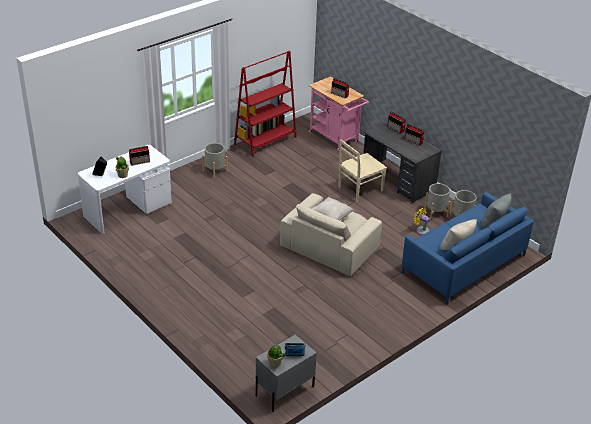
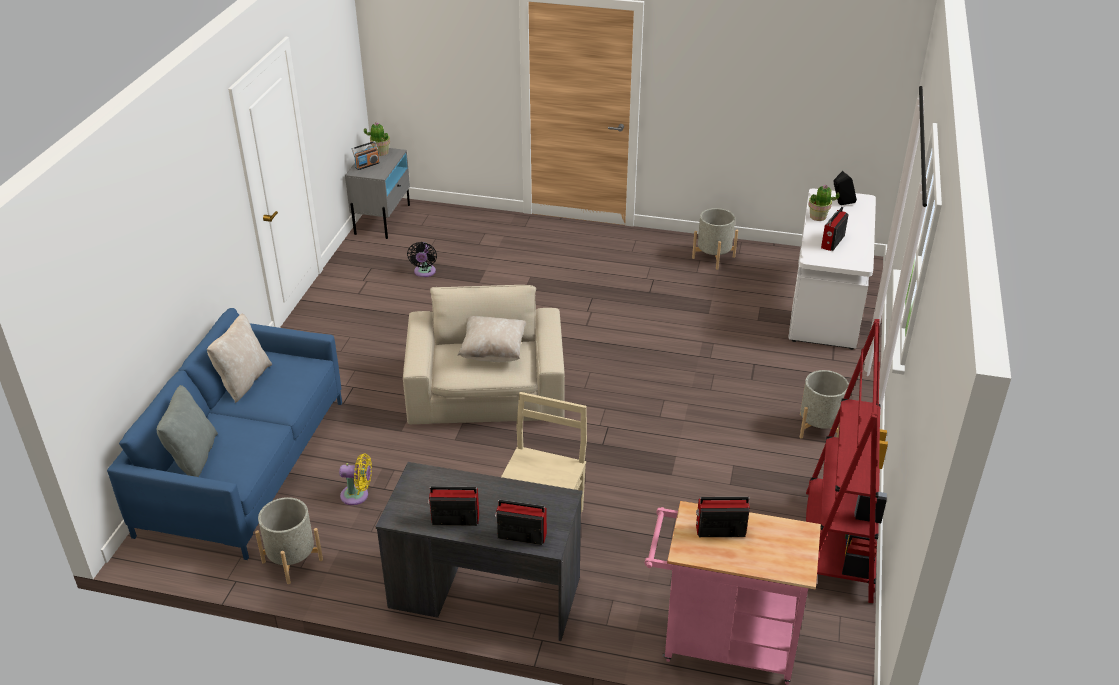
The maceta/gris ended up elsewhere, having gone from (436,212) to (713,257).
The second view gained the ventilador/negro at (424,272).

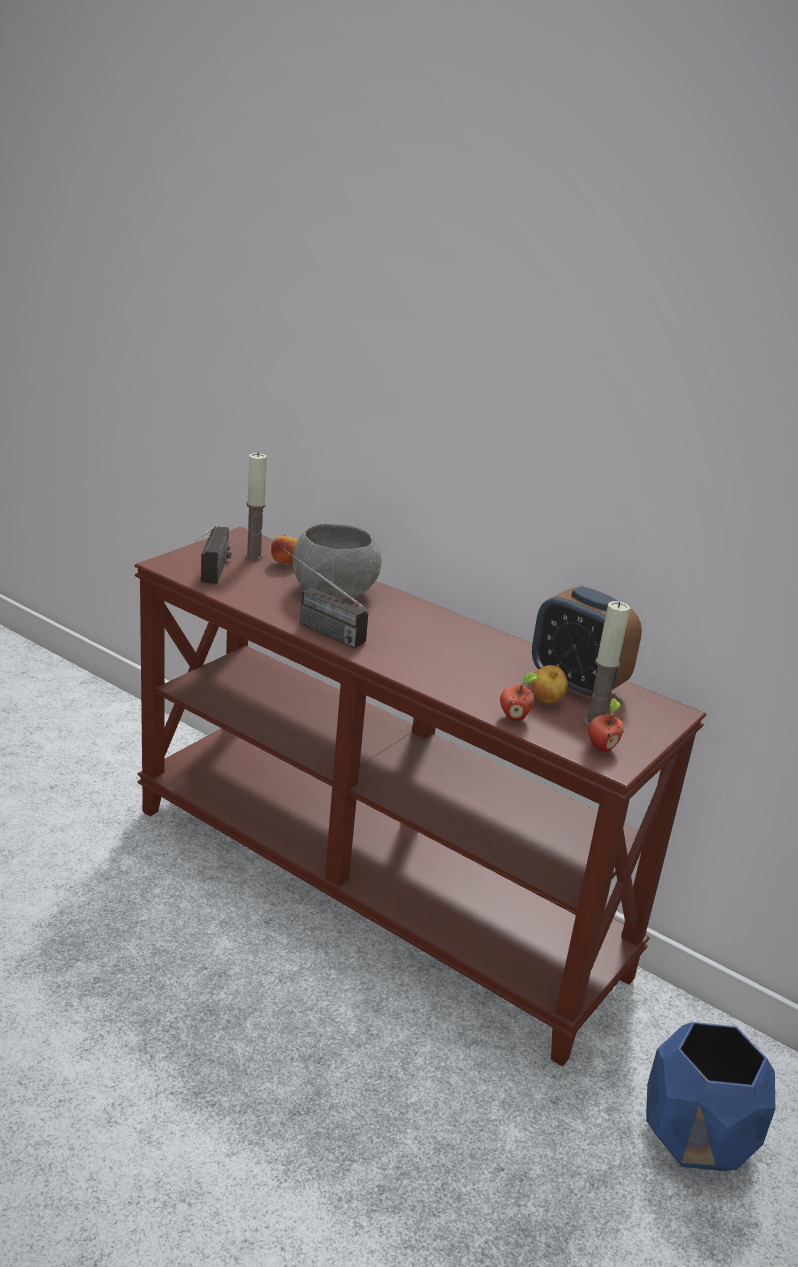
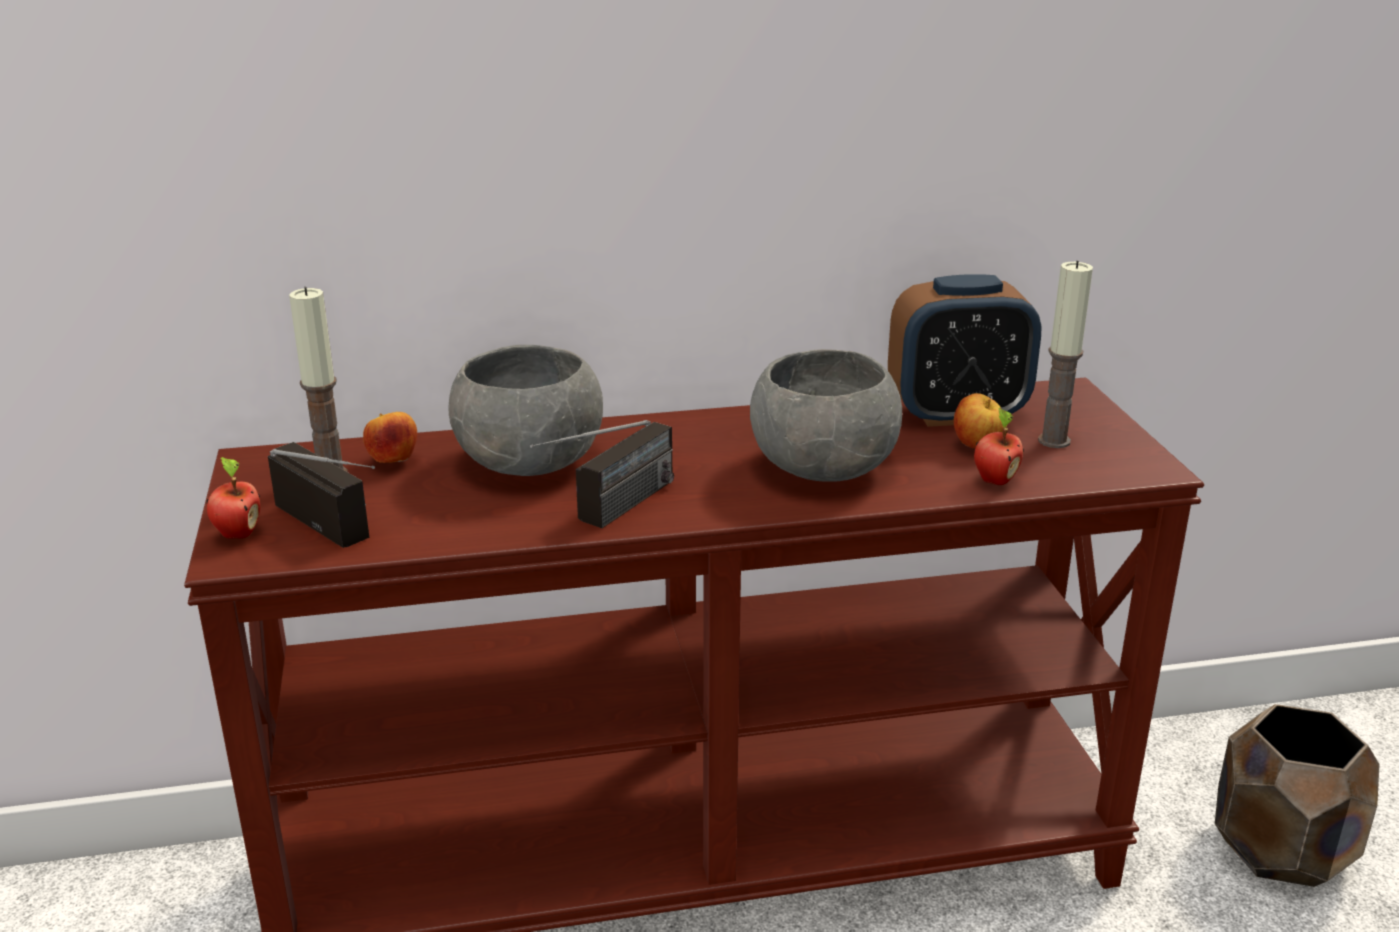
The radio at (316,627) ended up facing another way, 45 degrees counterclockwise from before.
The manzana ended up elsewhere, having gone from (601,747) to (237,533).
What was the maceta/azul at (698,1138) turned into the maceta/marrón at (1282,850).
The second view gained the cuenco/gris at (824,466).

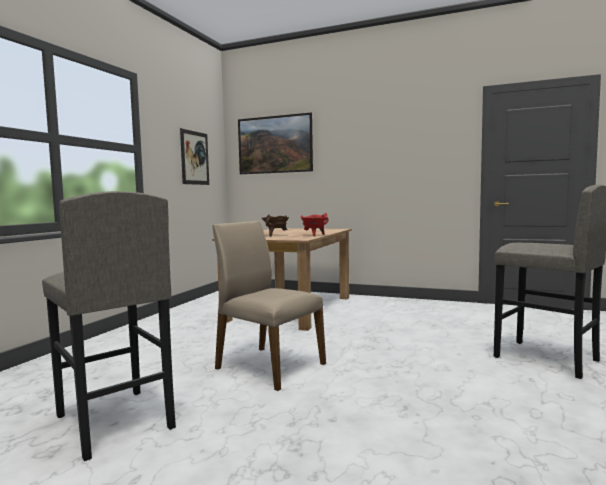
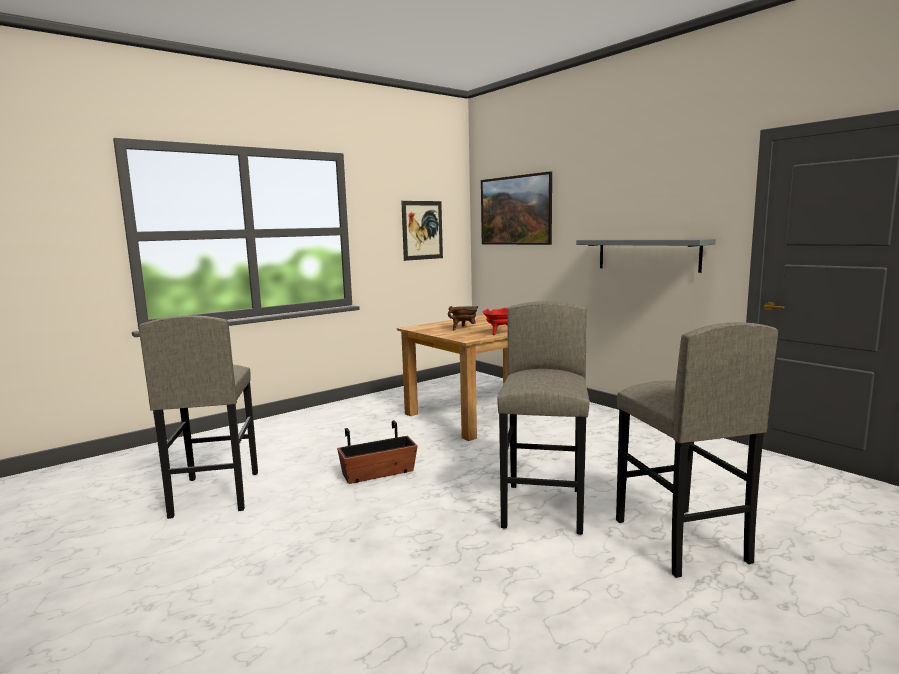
Where the silla/beis stood at (268,366), the maceta came to stand at (378,473).
The second view gained the estante/gris at (647,254).
The second view gained the taburete/gris at (544,508).

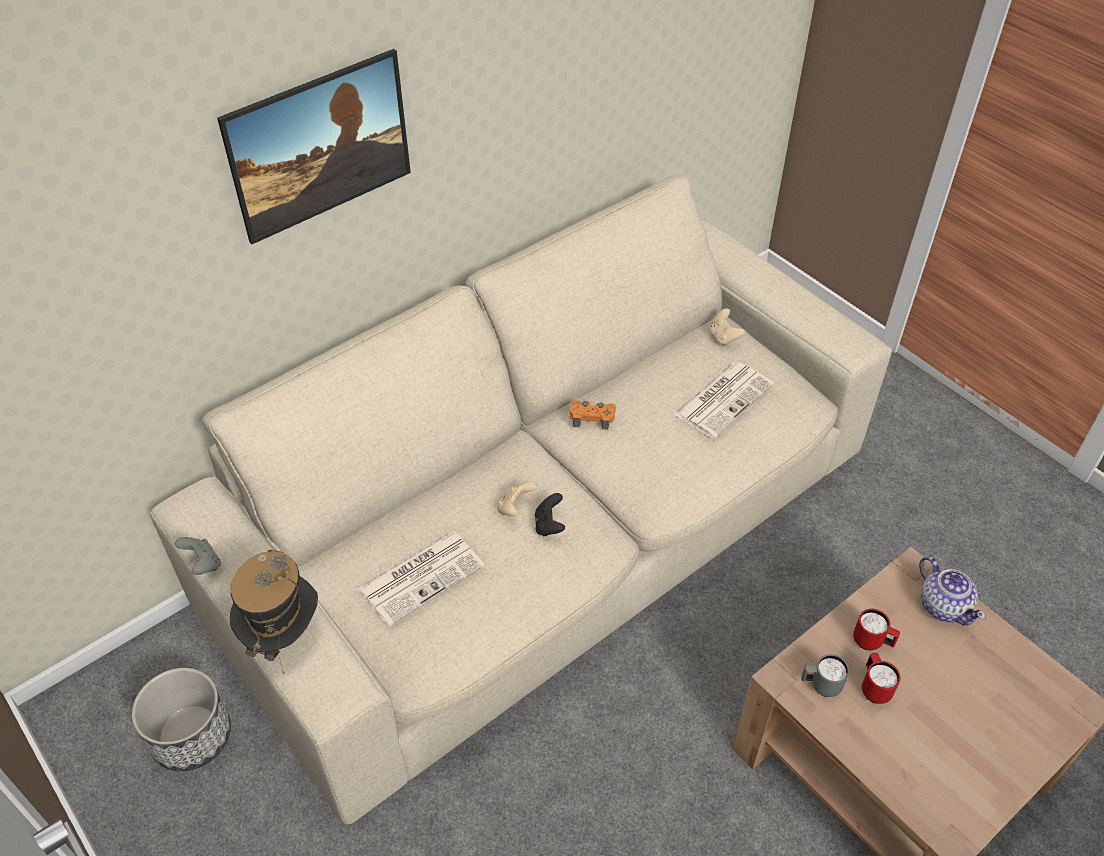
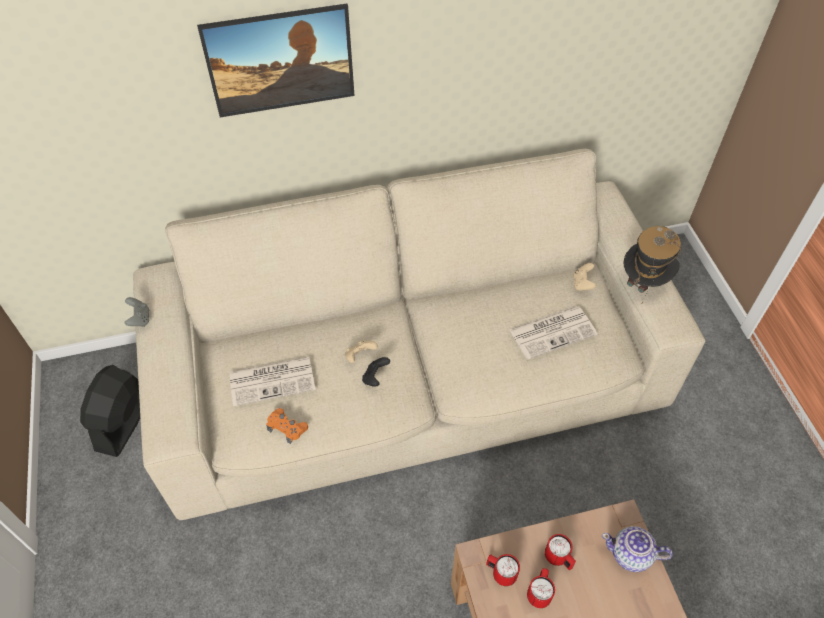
The mando de consola/naranja ended up elsewhere, having gone from (592,417) to (287,428).
The sombrero ended up elsewhere, having gone from (283,636) to (643,283).
The tetera at (943,605) ended up facing another way, 105 degrees clockwise from before.
What was the taza grande/gris at (820,685) turned into the taza grande/rojo at (500,573).
Where the maceta stood at (192,736), the ventilador/negro came to stand at (123,422).

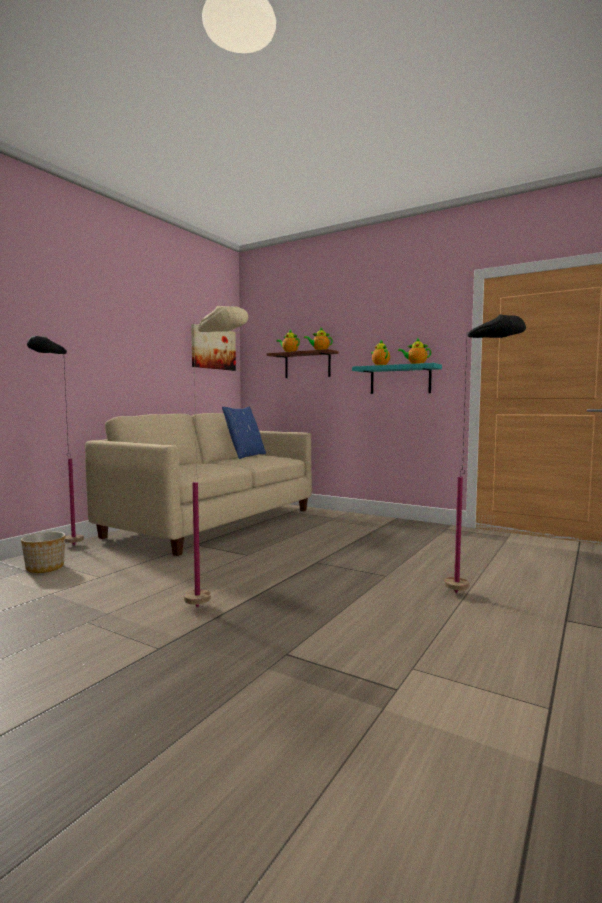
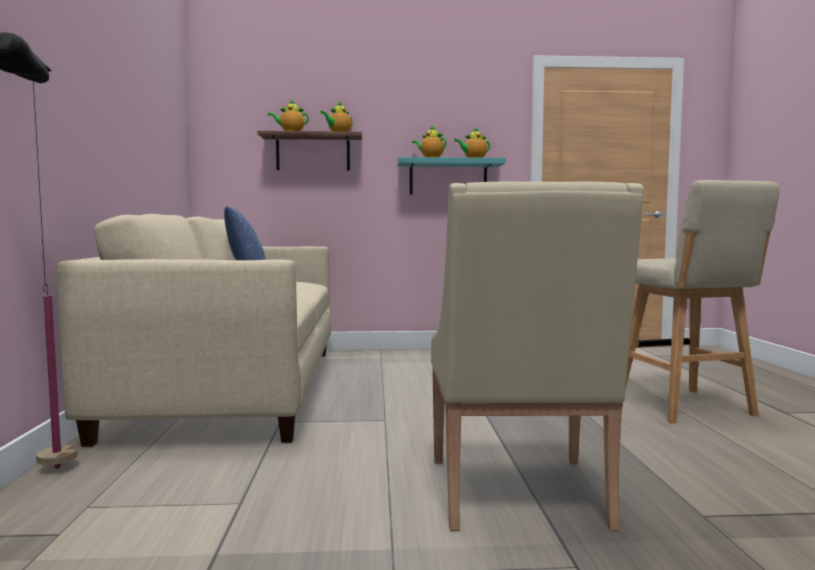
Where the lámpara de pie/beis stood at (217,610), the sillón/beis came to stand at (519,494).
Where the lámpara de pie/negro stood at (478,594), the taburete/beis came to stand at (686,407).
The second view lost the cuadro at (213,348).
The second view lost the maceta at (45,568).

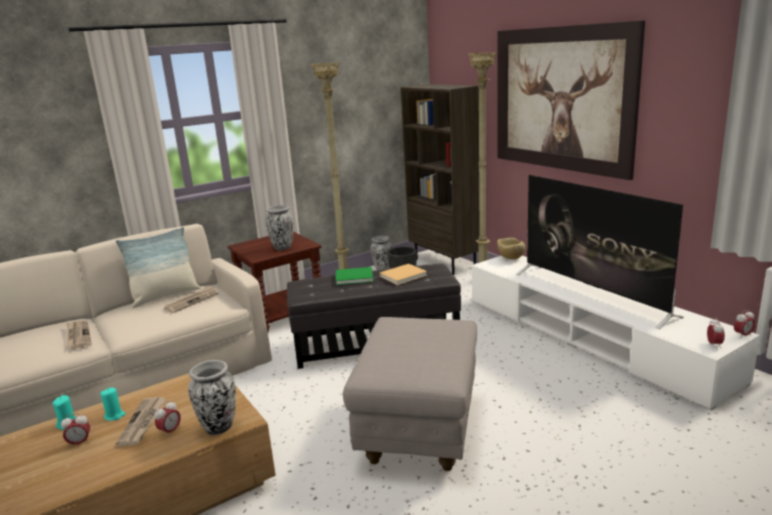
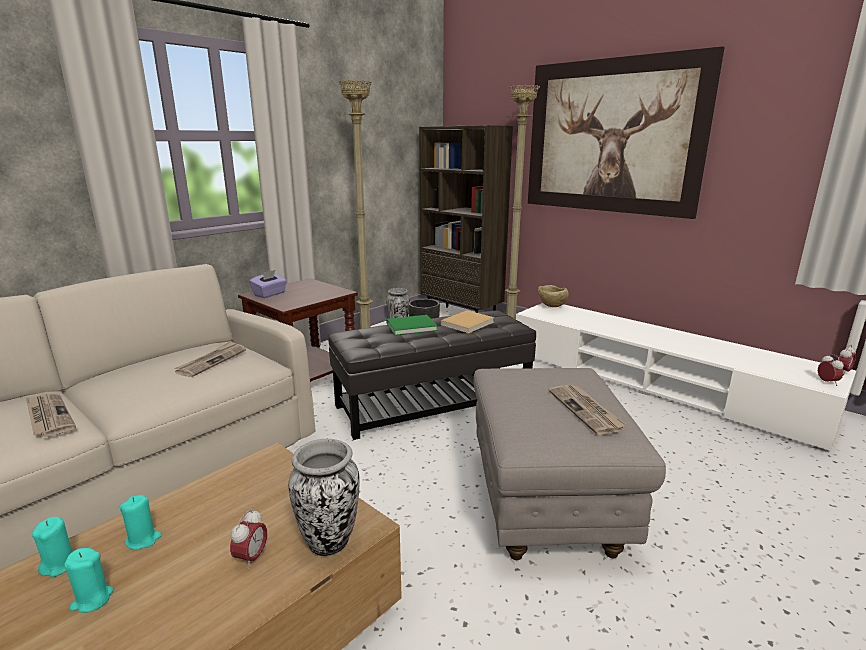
The second view lost the televisor at (592,294).
The second view lost the florero at (282,248).
The second view lost the cojín at (165,296).
The periódico ended up elsewhere, having gone from (143,422) to (586,410).
Where the despertador stood at (79,443), the vela/turquesa came to stand at (92,599).
The second view gained the caja de pañuelos/morado at (270,294).

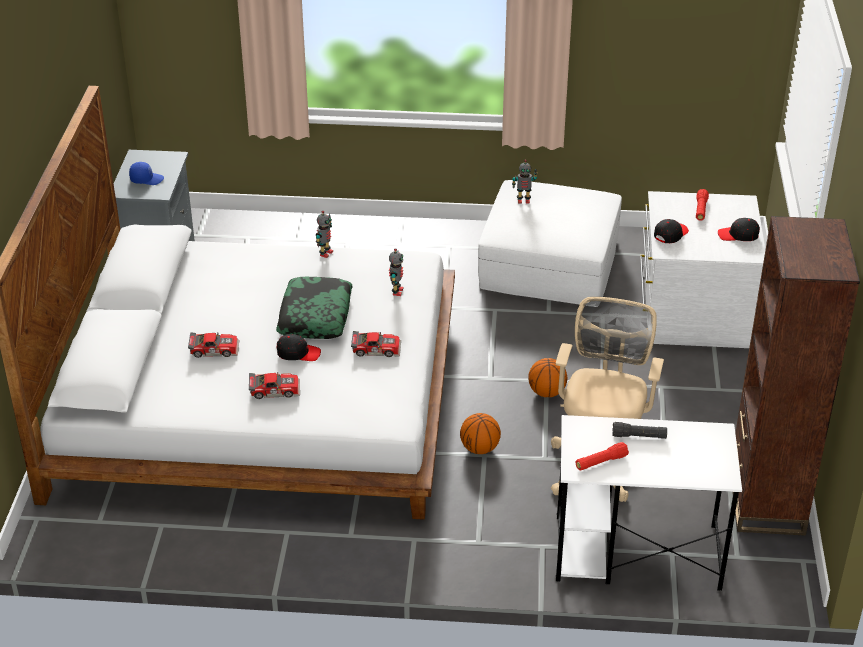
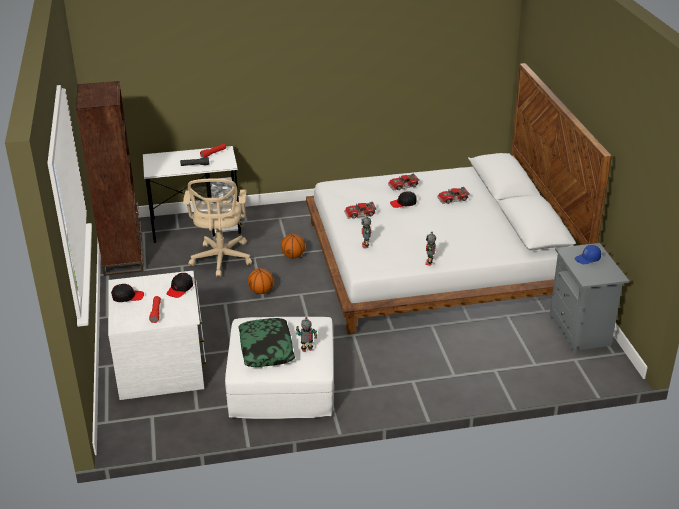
The cojín ended up elsewhere, having gone from (315,316) to (266,349).

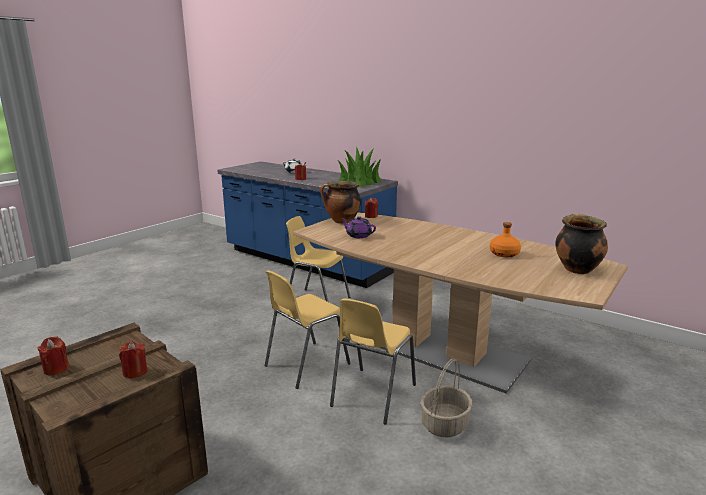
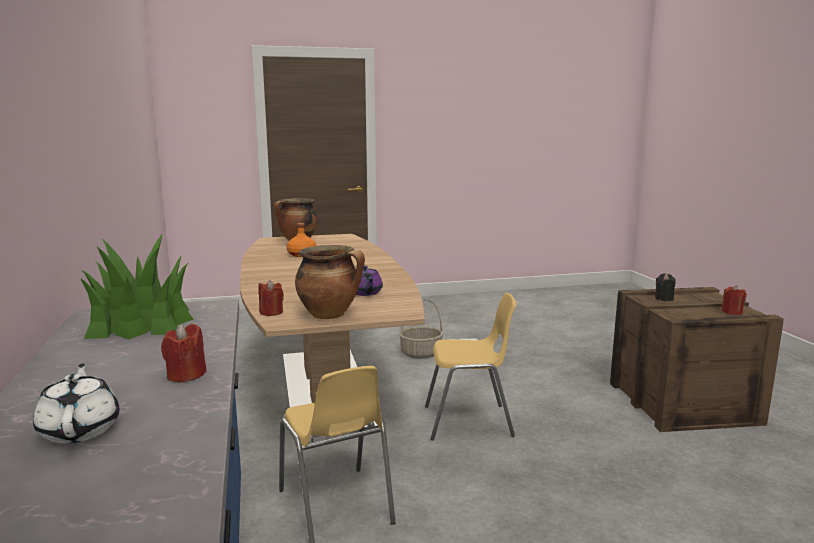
The second view lost the silla/amarillo at (372,395).
What was the vela/rojo at (135,372) turned into the vela/negro at (664,298).

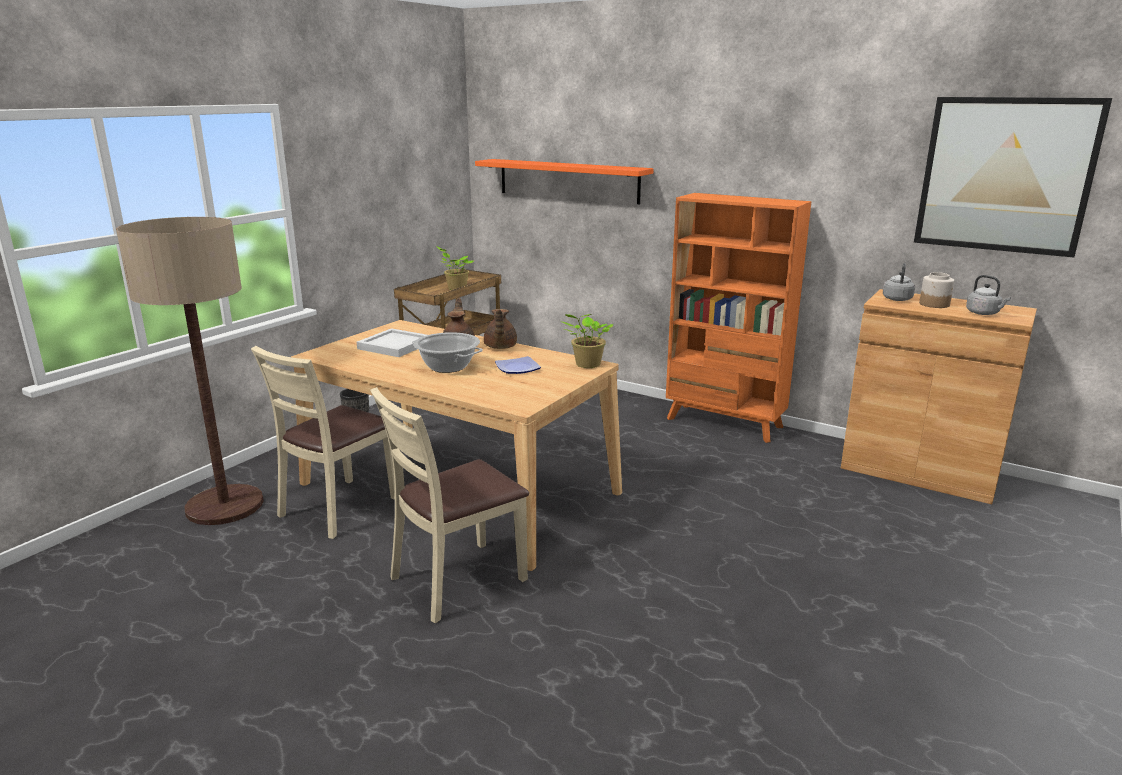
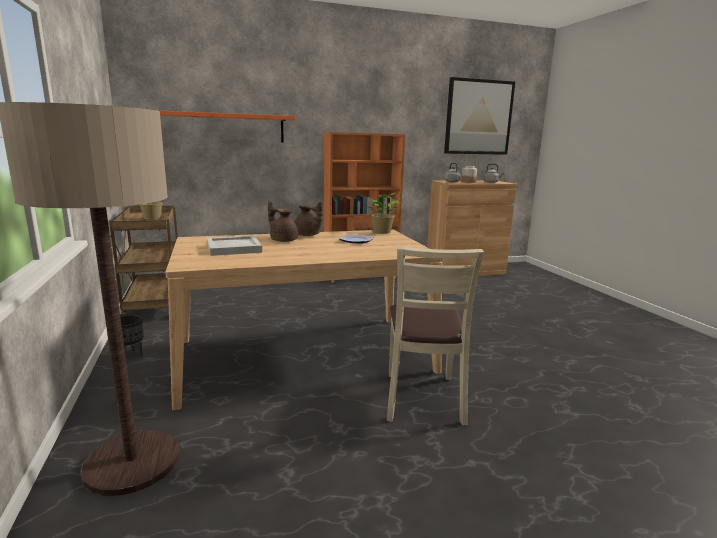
The second view lost the olla at (447,367).
The second view lost the silla/beis at (338,508).

